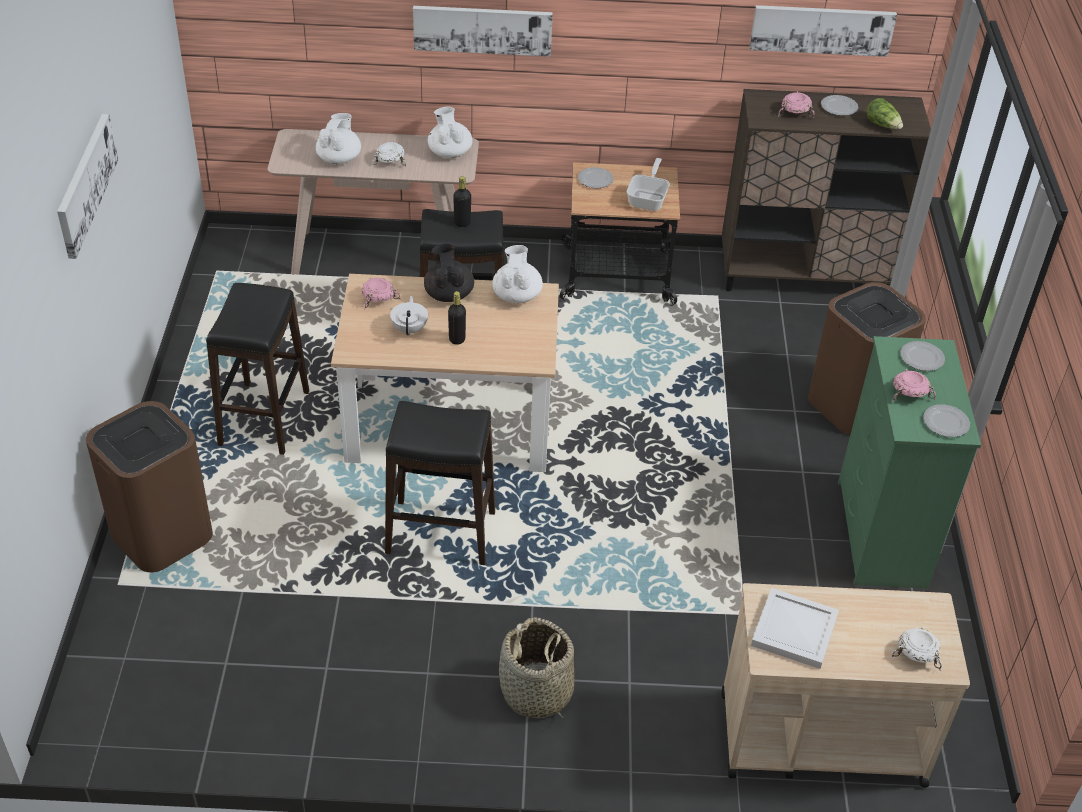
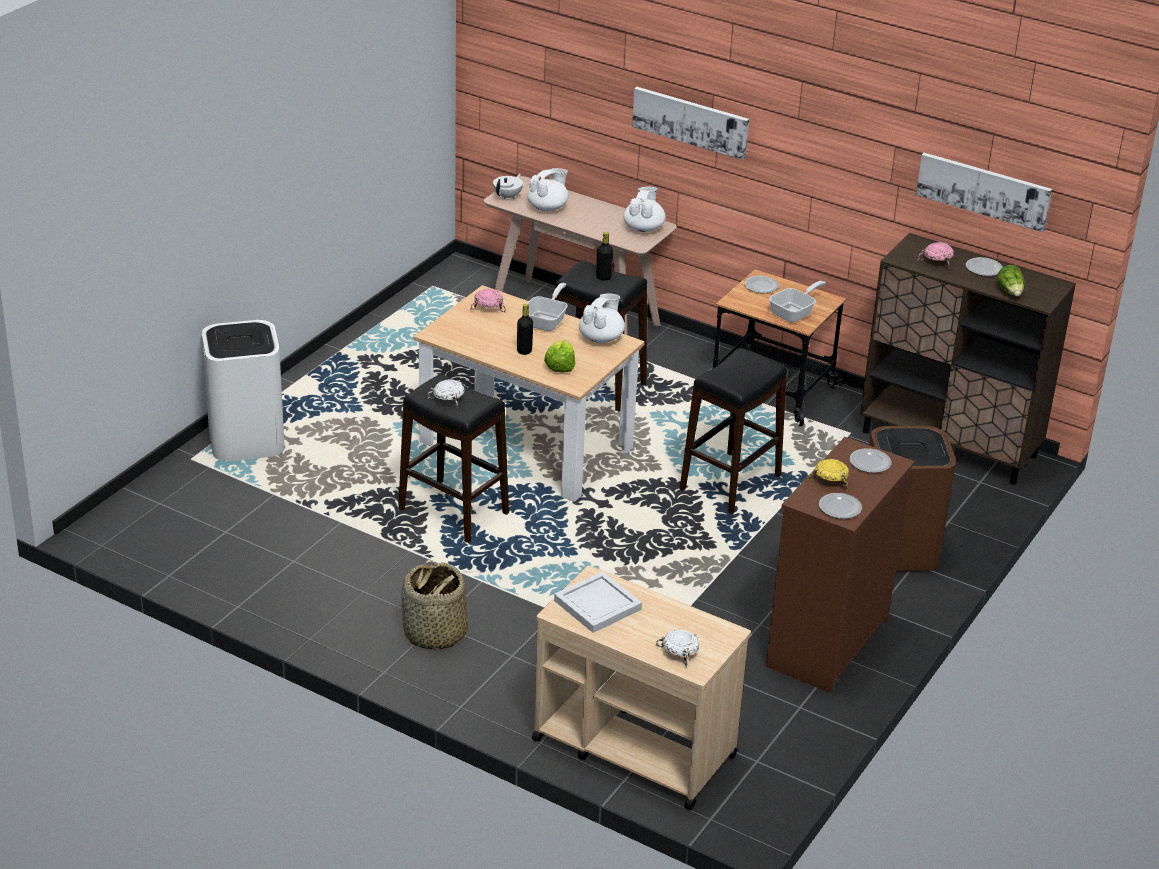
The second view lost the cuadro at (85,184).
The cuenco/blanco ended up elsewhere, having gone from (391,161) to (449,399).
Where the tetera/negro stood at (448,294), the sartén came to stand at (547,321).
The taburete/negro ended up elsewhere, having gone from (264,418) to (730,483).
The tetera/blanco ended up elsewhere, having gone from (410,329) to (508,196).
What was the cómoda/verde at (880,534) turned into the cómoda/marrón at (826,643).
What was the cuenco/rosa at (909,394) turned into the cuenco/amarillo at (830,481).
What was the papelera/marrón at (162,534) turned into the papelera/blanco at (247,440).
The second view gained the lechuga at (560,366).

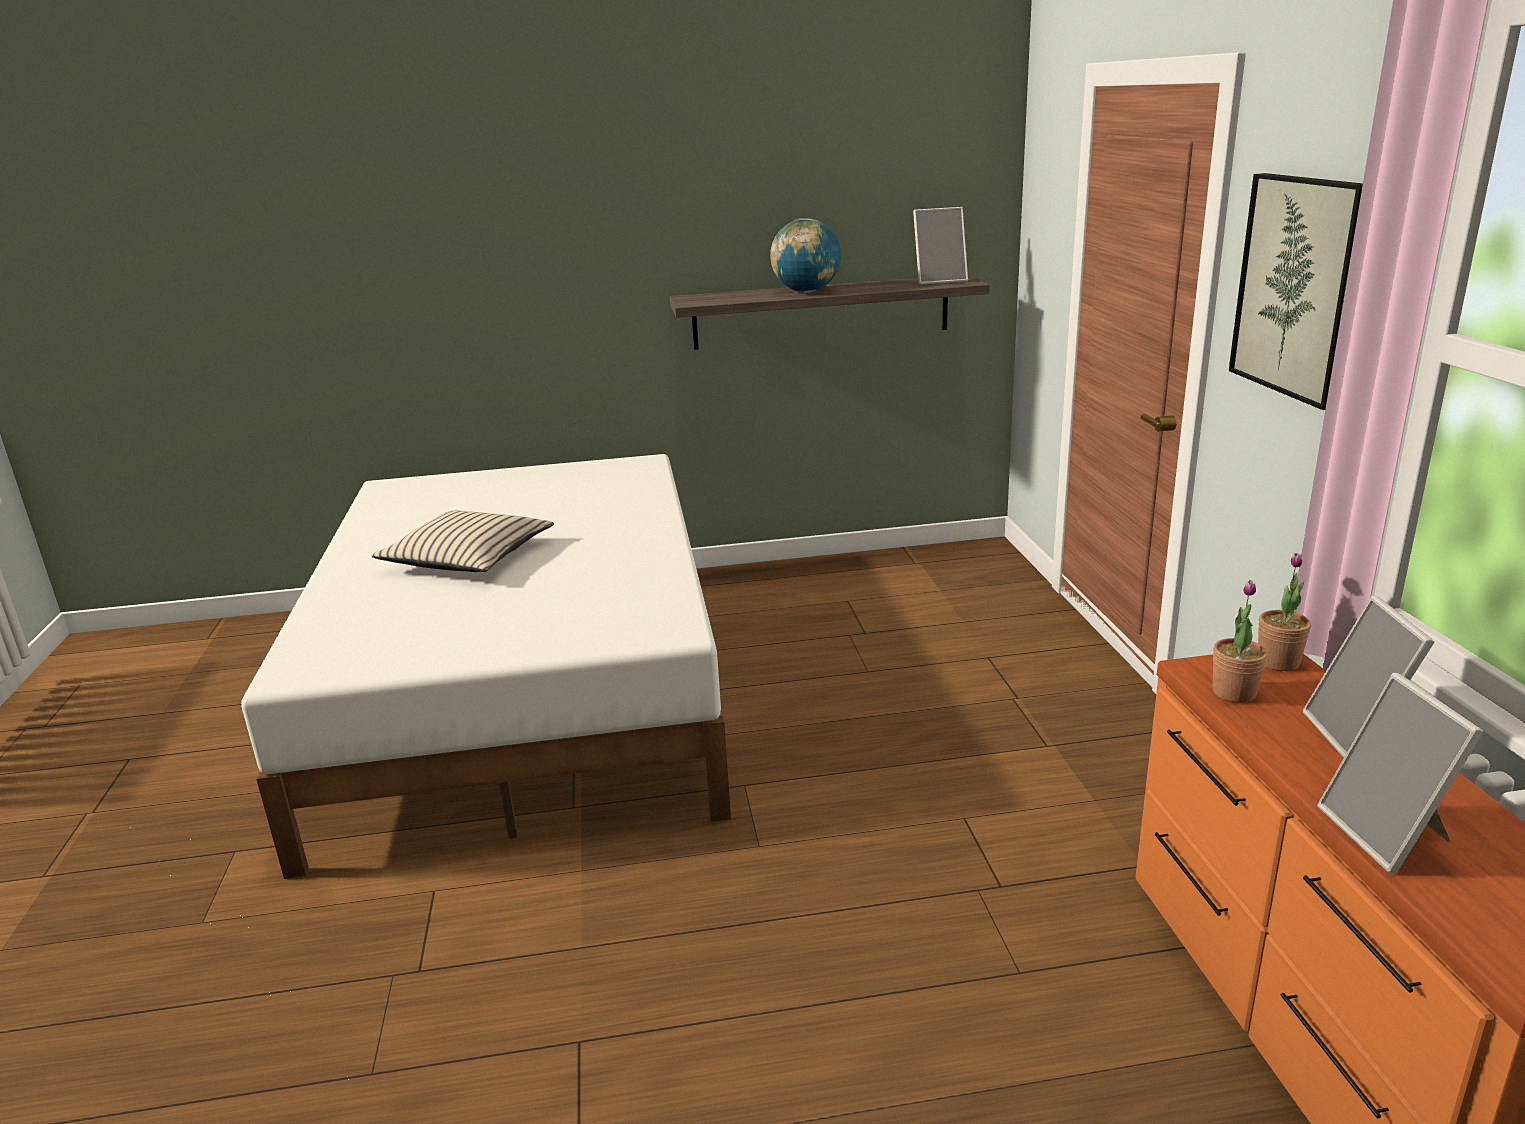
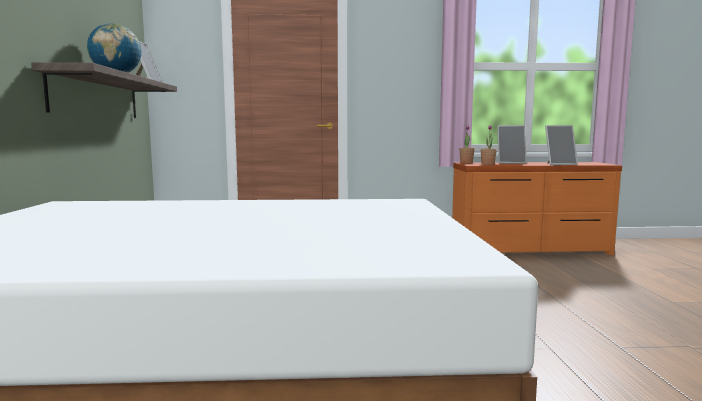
The second view lost the cuadro at (1299,287).
The second view lost the cojín/beis at (468,557).

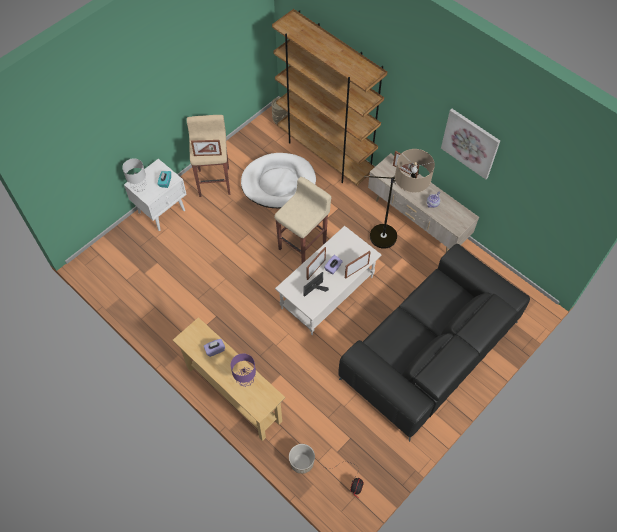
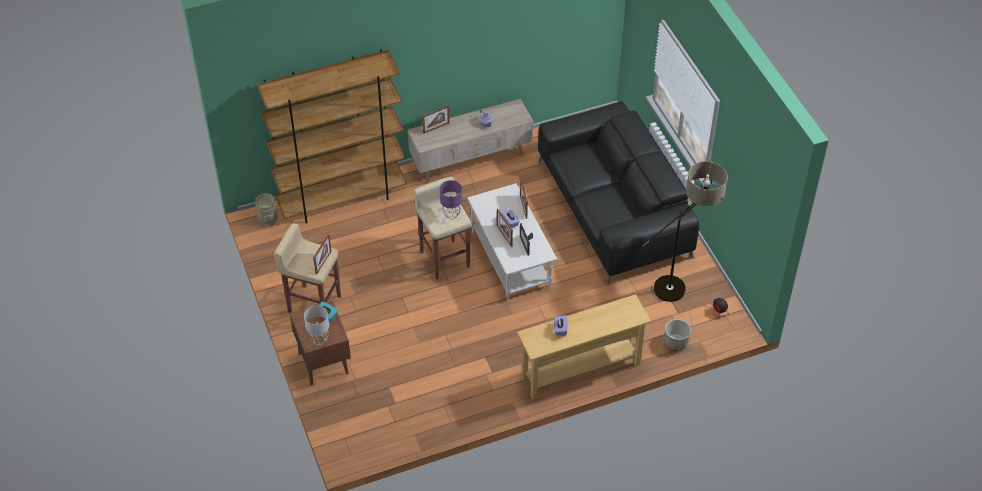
The second view lost the cuadro at (470,143).
The lámpara de pie ended up elsewhere, having gone from (391,243) to (681,285).
The second view lost the cama para perro/blanco at (278,183).
What was the mesita de noche/blanco at (162,211) turned into the mesita de noche/marrón at (323,362).
The lámpara de mesa/morado ended up elsewhere, having gone from (246,380) to (451,214).

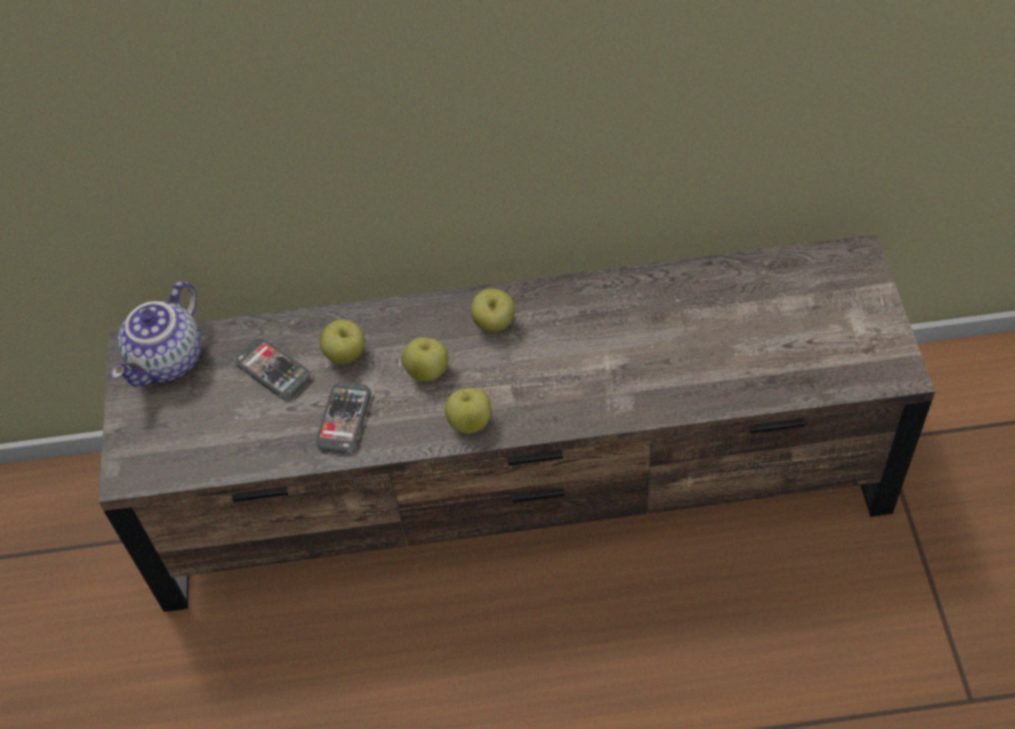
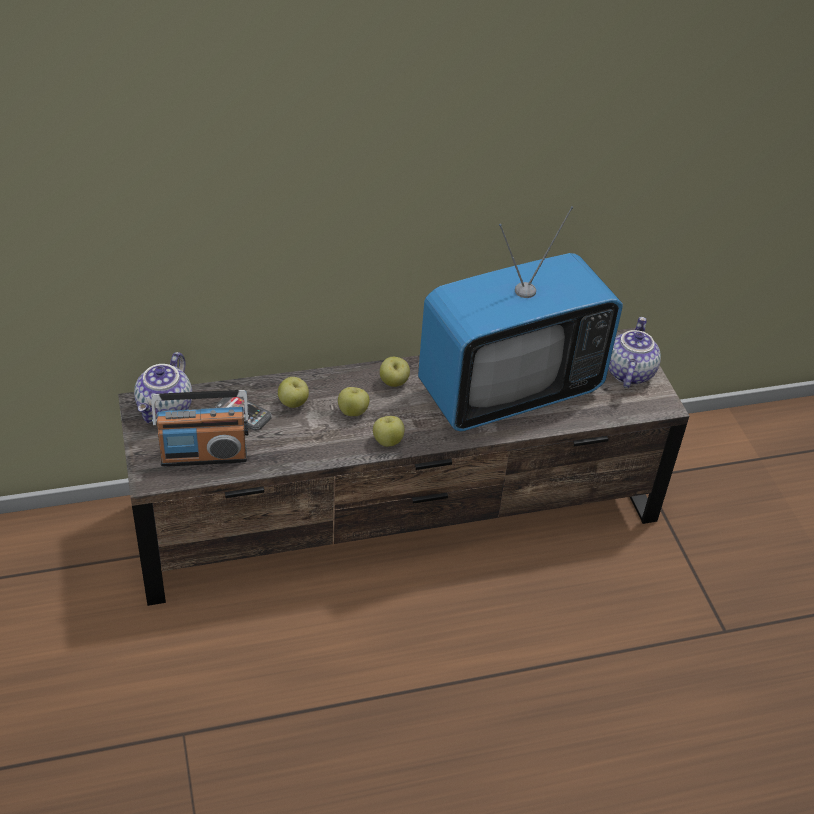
The second view lost the móvil at (344,419).
The second view gained the televisor at (509,391).
The second view gained the tetera at (628,372).
The second view gained the radio at (204,455).

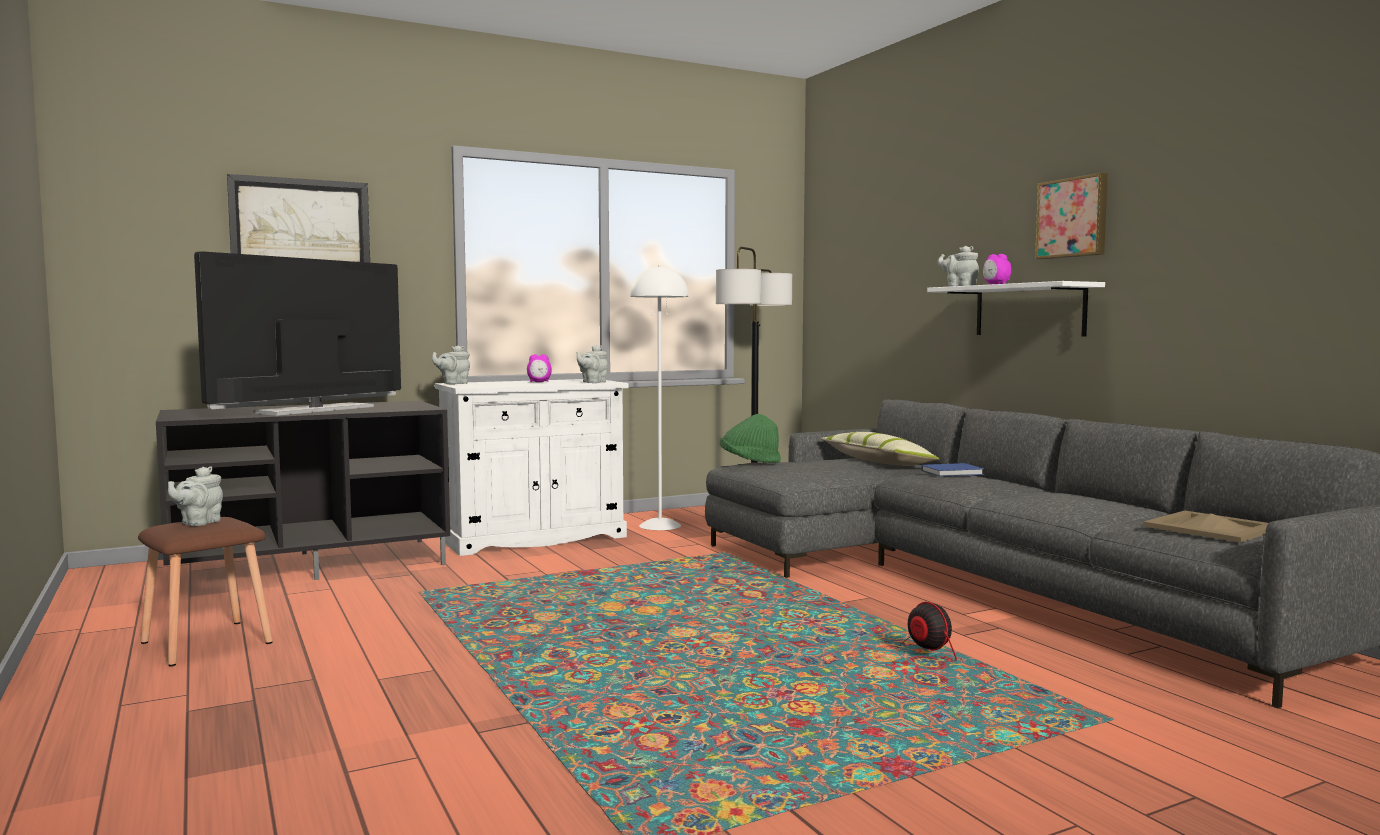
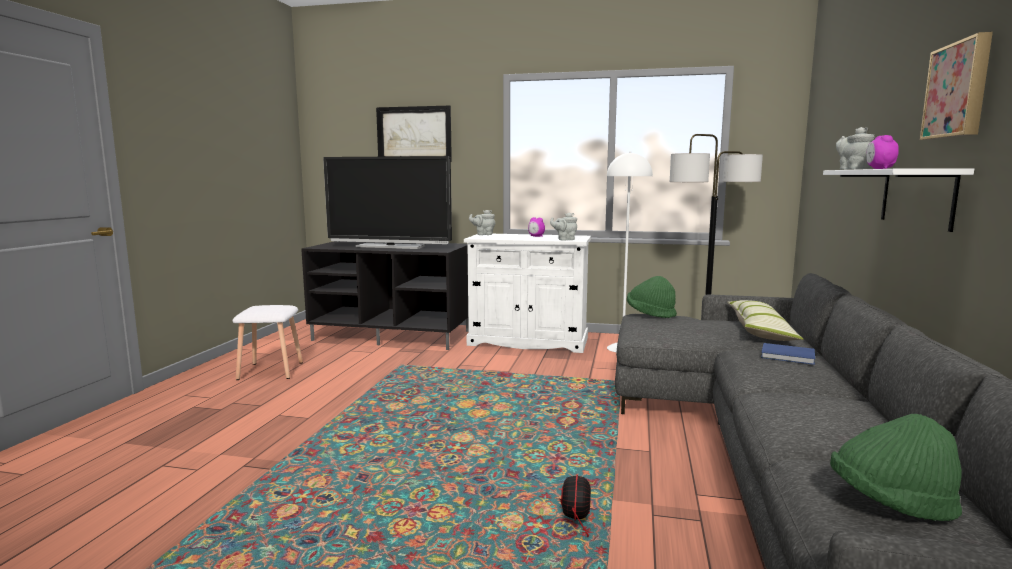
The televisor at (315,410) ended up facing another way, 150 degrees counterclockwise from before.
The second view lost the tetera/gris at (198,523).
Where the bandeja/beis stood at (1212,527), the sombrero/verde came to stand at (891,503).
What was the taburete/marrón at (208,642) turned into the taburete/blanco at (272,370).

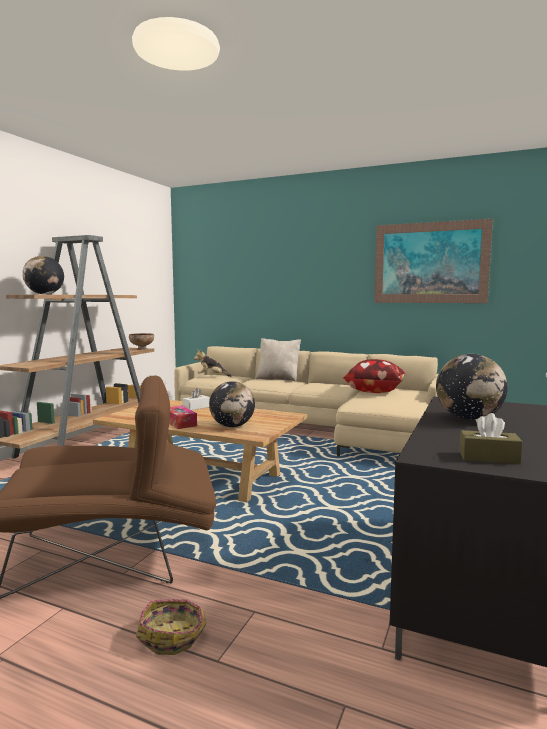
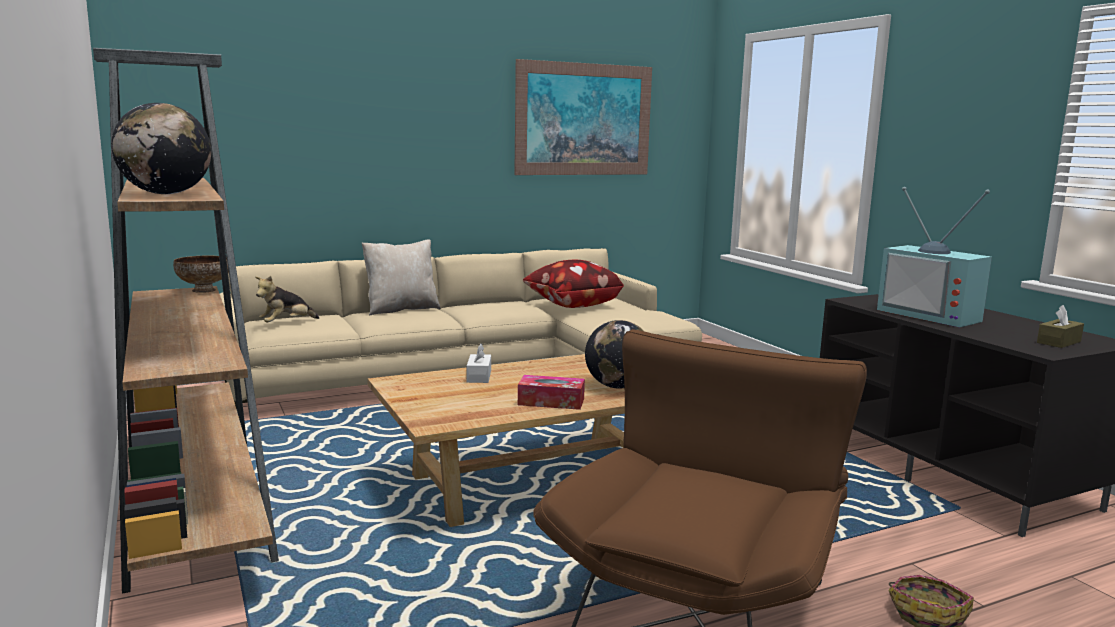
Where the globo terráqueo stood at (469,419), the televisor came to stand at (932,315).

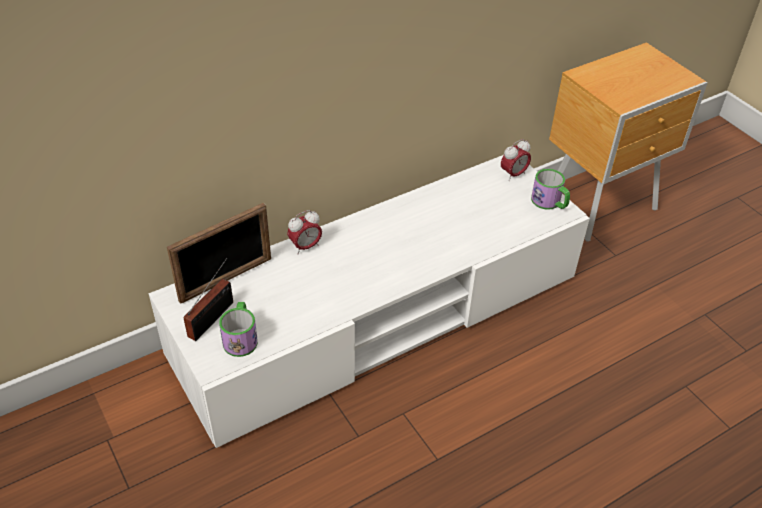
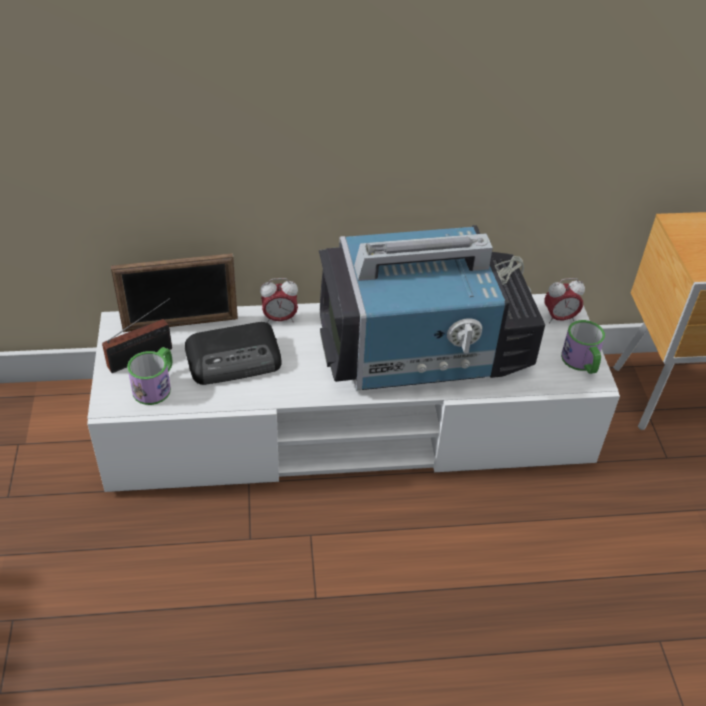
The second view gained the televisor at (425,349).
The second view gained the radio at (235,359).

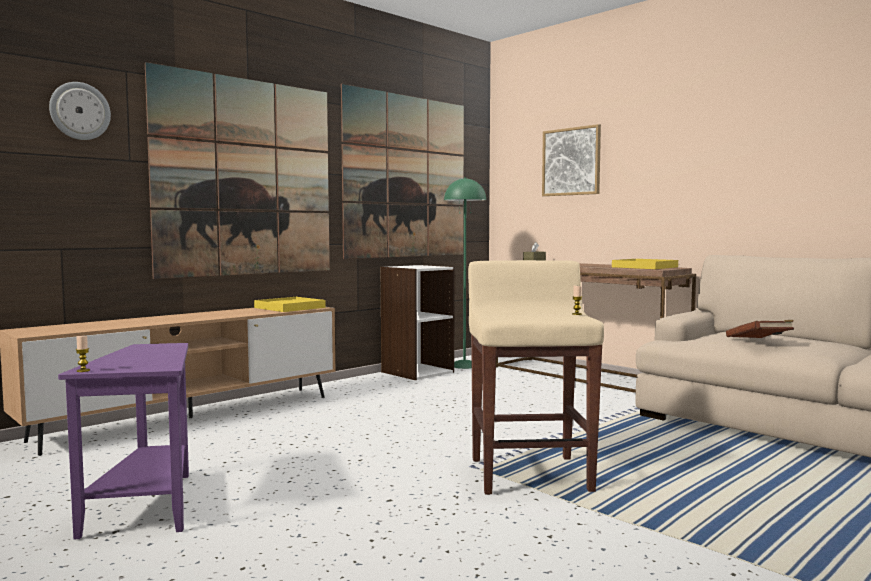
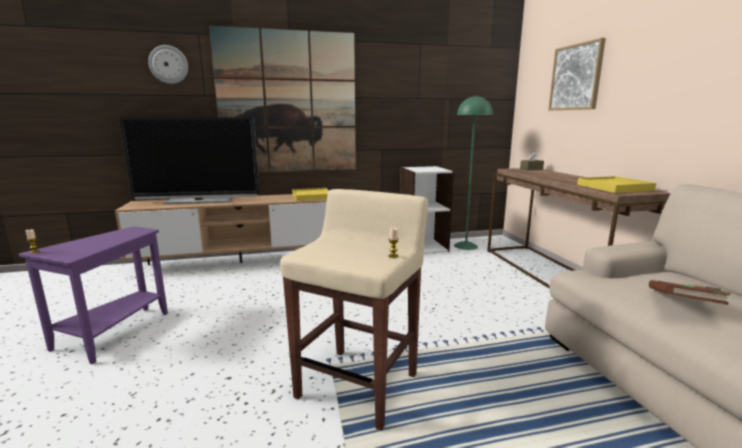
The second view lost the cuadro at (406,177).
The second view gained the televisor at (199,201).

